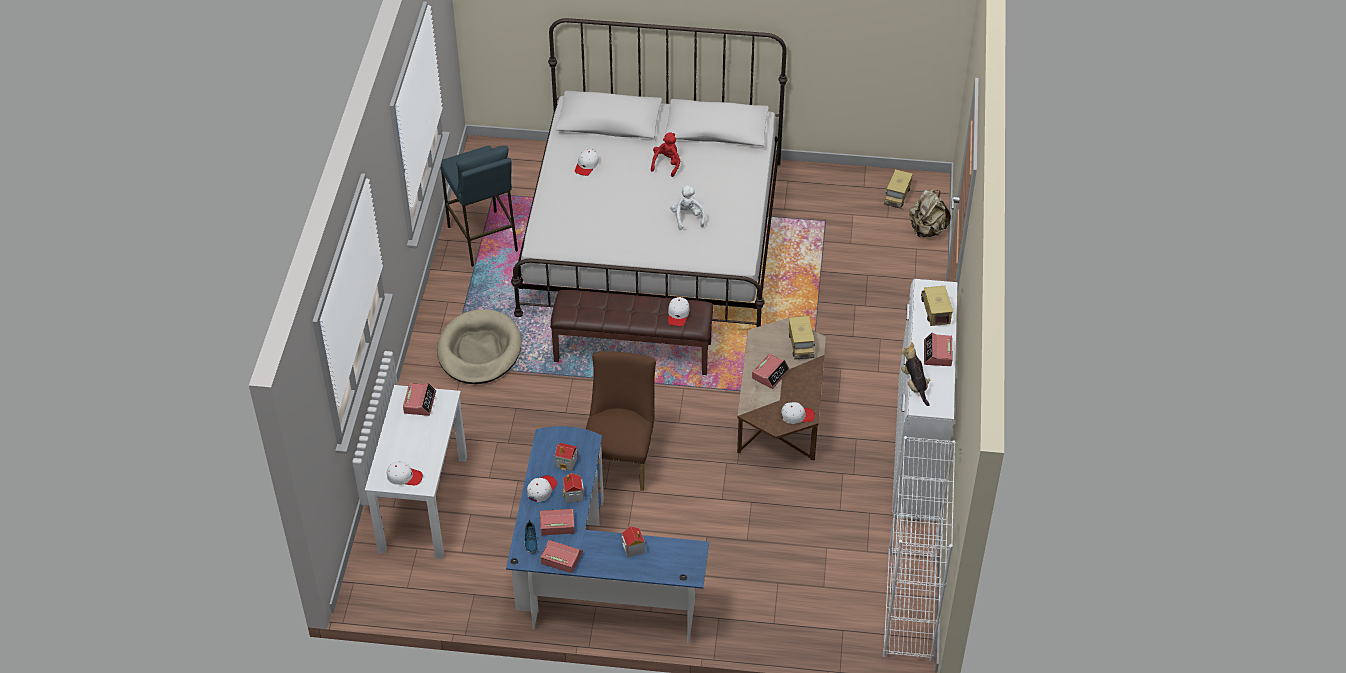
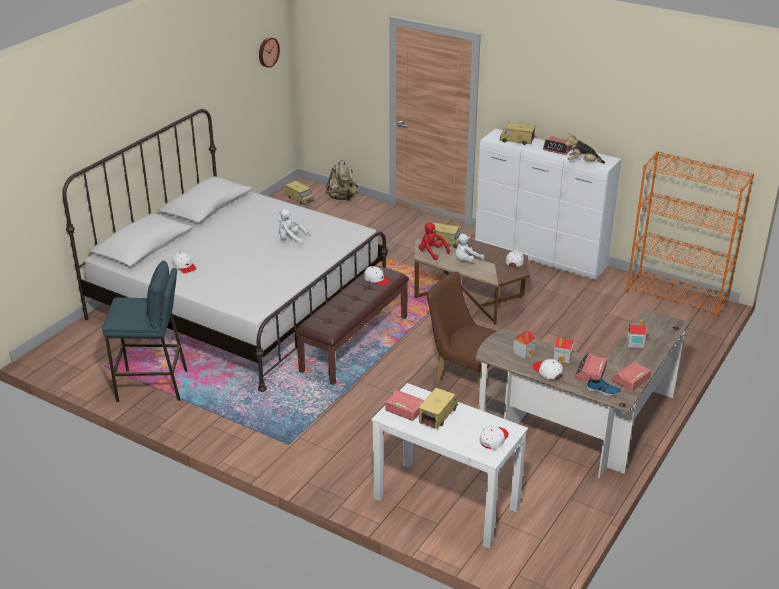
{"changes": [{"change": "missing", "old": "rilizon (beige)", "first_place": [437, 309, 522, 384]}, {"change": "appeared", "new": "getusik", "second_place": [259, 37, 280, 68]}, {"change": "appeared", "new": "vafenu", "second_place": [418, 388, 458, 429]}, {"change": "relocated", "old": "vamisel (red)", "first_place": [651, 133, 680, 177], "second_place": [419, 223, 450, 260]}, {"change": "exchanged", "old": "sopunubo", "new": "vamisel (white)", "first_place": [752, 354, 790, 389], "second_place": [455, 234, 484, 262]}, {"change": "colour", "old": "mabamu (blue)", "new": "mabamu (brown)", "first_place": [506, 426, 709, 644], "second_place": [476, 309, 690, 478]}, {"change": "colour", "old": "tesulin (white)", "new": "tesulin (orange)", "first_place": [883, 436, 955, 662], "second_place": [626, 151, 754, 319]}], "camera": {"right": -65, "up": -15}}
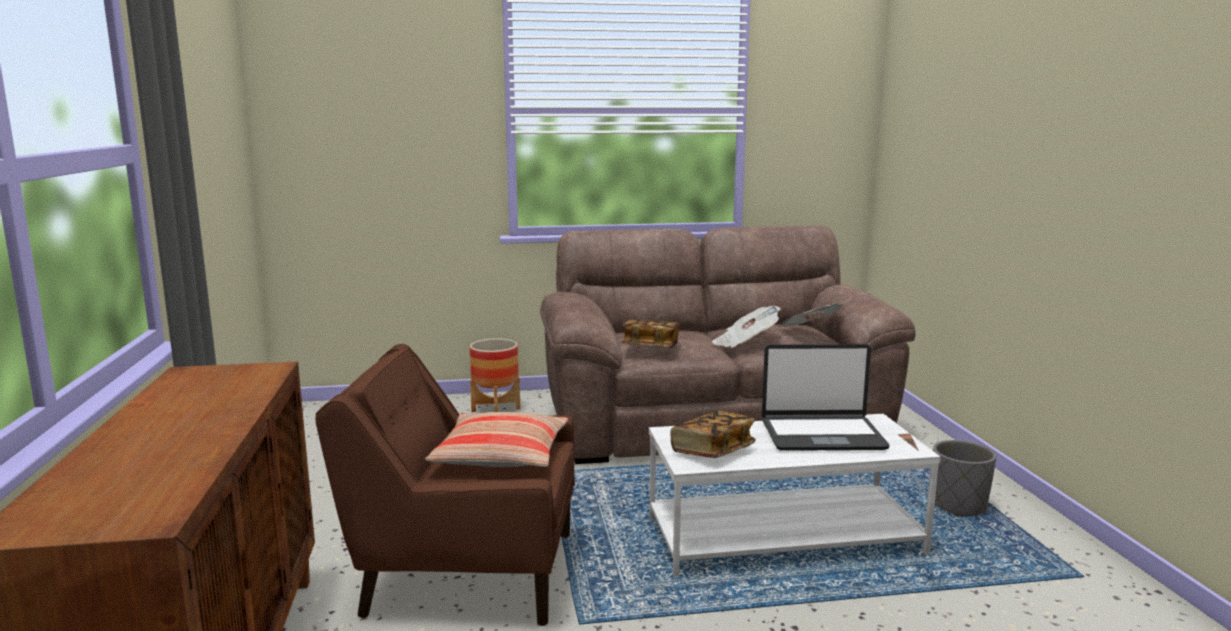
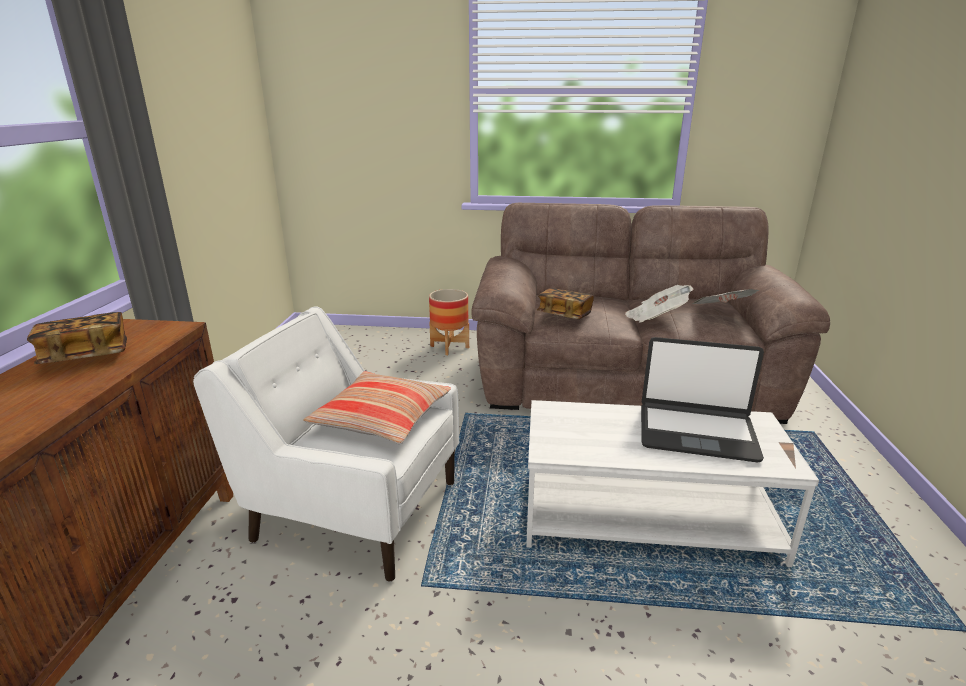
{"changes": [{"change": "missing", "old": "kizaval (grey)", "first_place": [933, 440, 997, 517]}, {"change": "relocated", "old": "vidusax", "first_place": [670, 411, 756, 458], "second_place": [27, 312, 127, 364]}, {"change": "colour", "old": "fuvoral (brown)", "new": "fuvoral (white)", "first_place": [315, 344, 575, 626], "second_place": [193, 306, 459, 582]}], "camera": {"right": 15, "up": 10}}
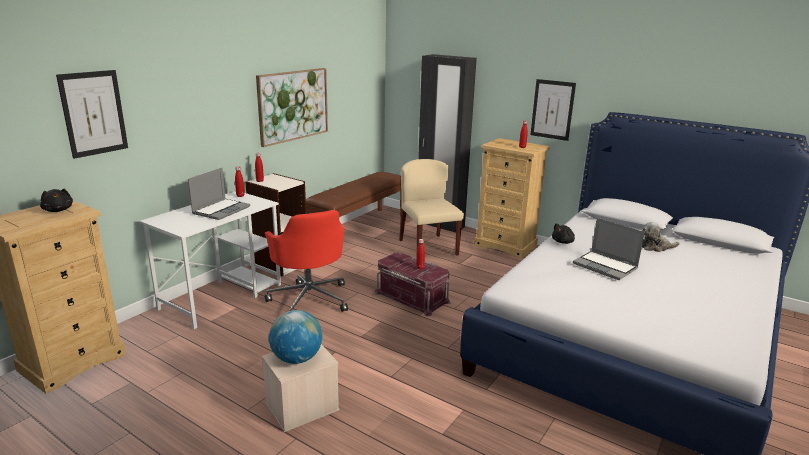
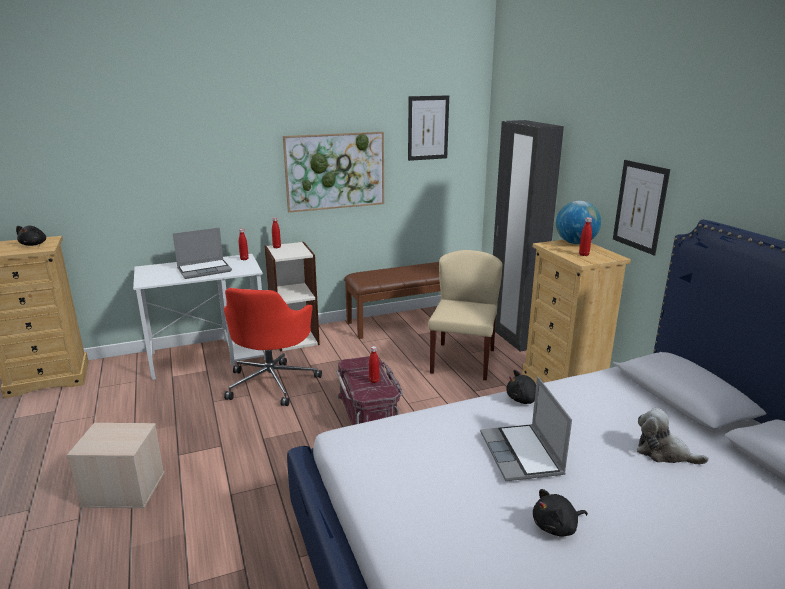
{"changes": [{"change": "appeared", "new": "vamisel (black)", "second_place": [533, 489, 588, 537]}, {"change": "relocated", "old": "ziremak", "first_place": [56, 70, 128, 159], "second_place": [408, 95, 449, 161]}, {"change": "relocated", "old": "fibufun", "first_place": [269, 310, 322, 364], "second_place": [556, 201, 601, 244]}], "camera": {"right": 35, "up": 0}}
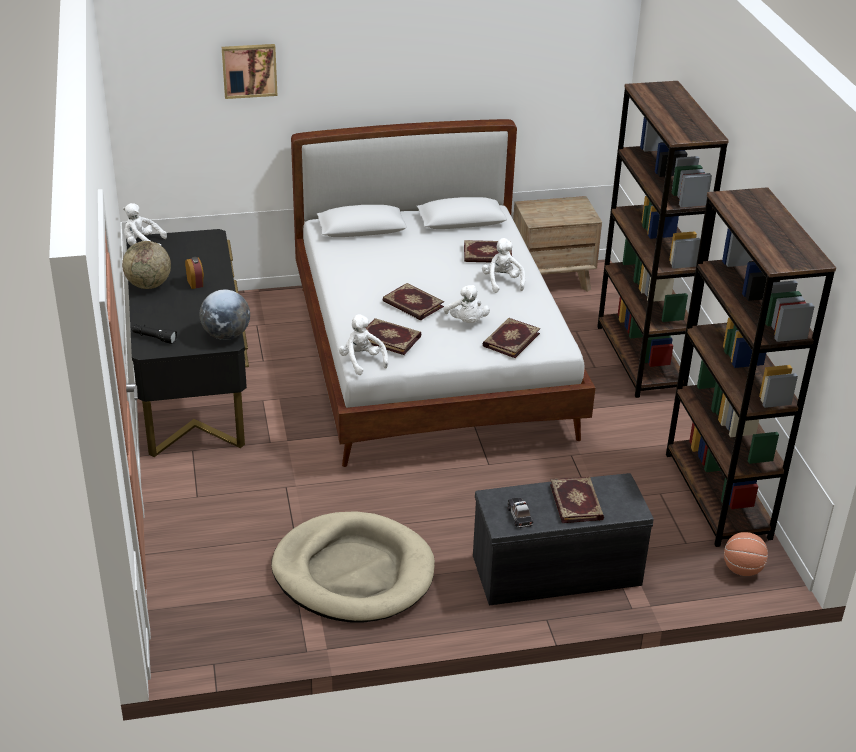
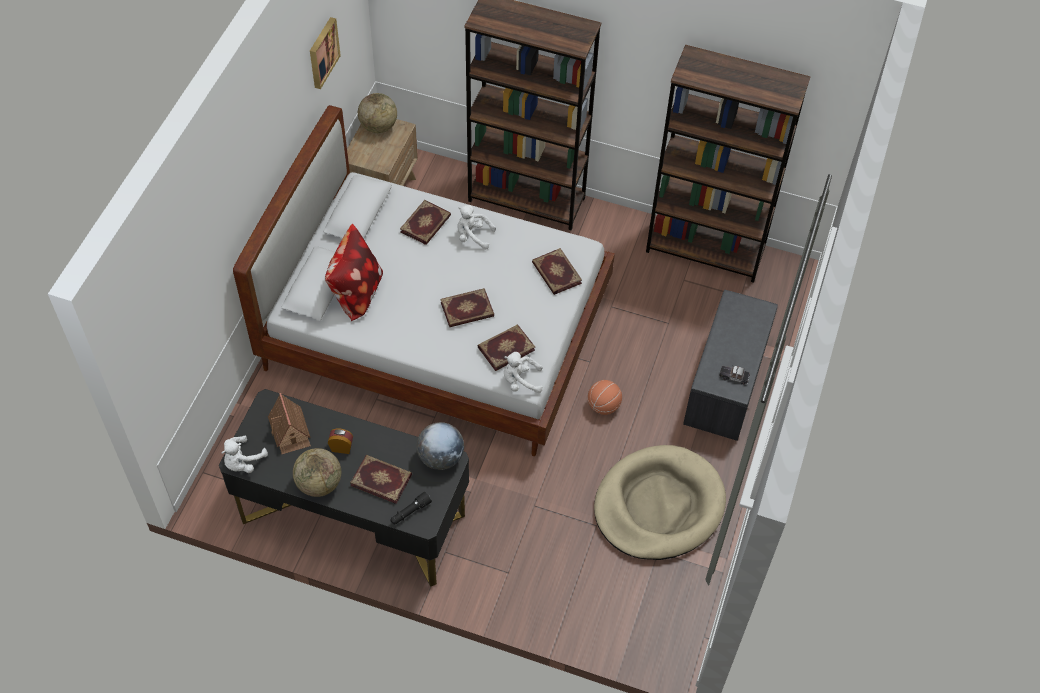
{"changes": [{"change": "missing", "old": "vamisel (white)", "first_place": [444, 285, 490, 323]}, {"change": "appeared", "new": "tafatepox", "second_place": [268, 393, 311, 454]}, {"change": "appeared", "new": "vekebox", "second_place": [325, 224, 383, 321]}, {"change": "appeared", "new": "fibufun", "second_place": [358, 93, 397, 133]}, {"change": "relocated", "old": "ziremak", "first_place": [222, 44, 278, 99], "second_place": [310, 17, 341, 89]}, {"change": "relocated", "old": "vidusax", "first_place": [550, 477, 604, 523], "second_place": [350, 455, 412, 504]}, {"change": "relocated", "old": "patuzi", "first_place": [724, 532, 768, 576], "second_place": [588, 380, 622, 415]}], "camera": {"right": -60, "up": 20}}
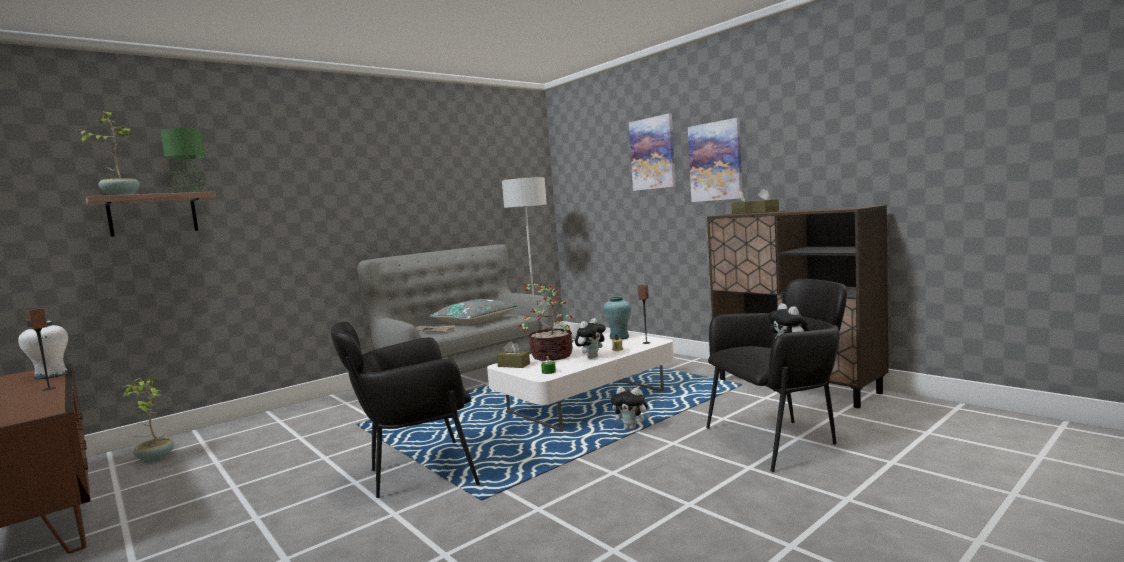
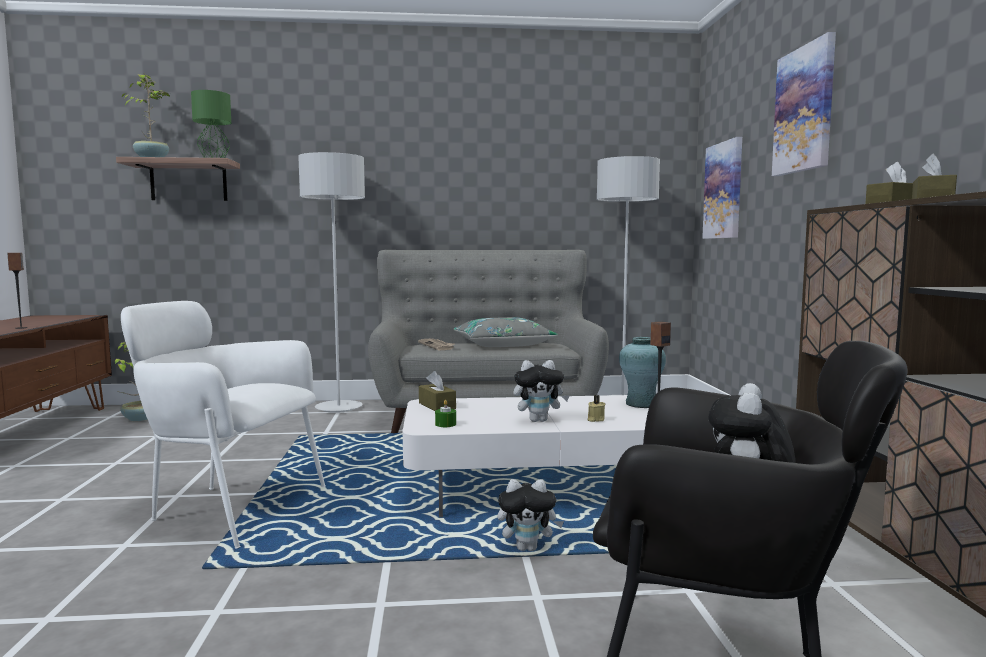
{"changes": [{"change": "missing", "old": "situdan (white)", "first_place": [18, 321, 68, 380]}, {"change": "missing", "old": "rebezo", "first_place": [518, 281, 573, 361]}, {"change": "appeared", "new": "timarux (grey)", "second_place": [298, 152, 365, 413]}, {"change": "relocated", "old": "ziremak", "first_place": [688, 118, 742, 202], "second_place": [702, 137, 742, 239]}, {"change": "colour", "old": "fuvoral (black)", "new": "fuvoral (white)", "first_place": [331, 322, 480, 498], "second_place": [121, 301, 325, 549]}, {"change": "spun", "old": "vamisel", "first_place": [611, 387, 650, 430], "second_place": [498, 479, 564, 551], "degrees": -60}], "camera": {"right": 35, "up": 0}}
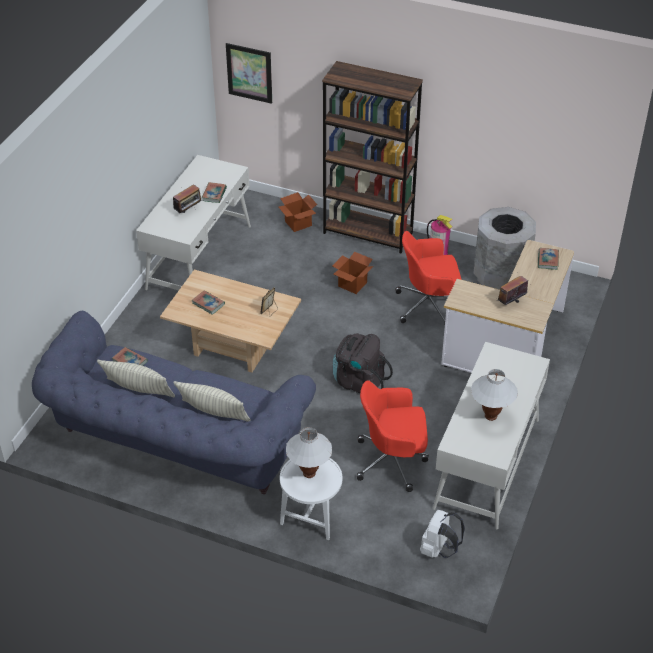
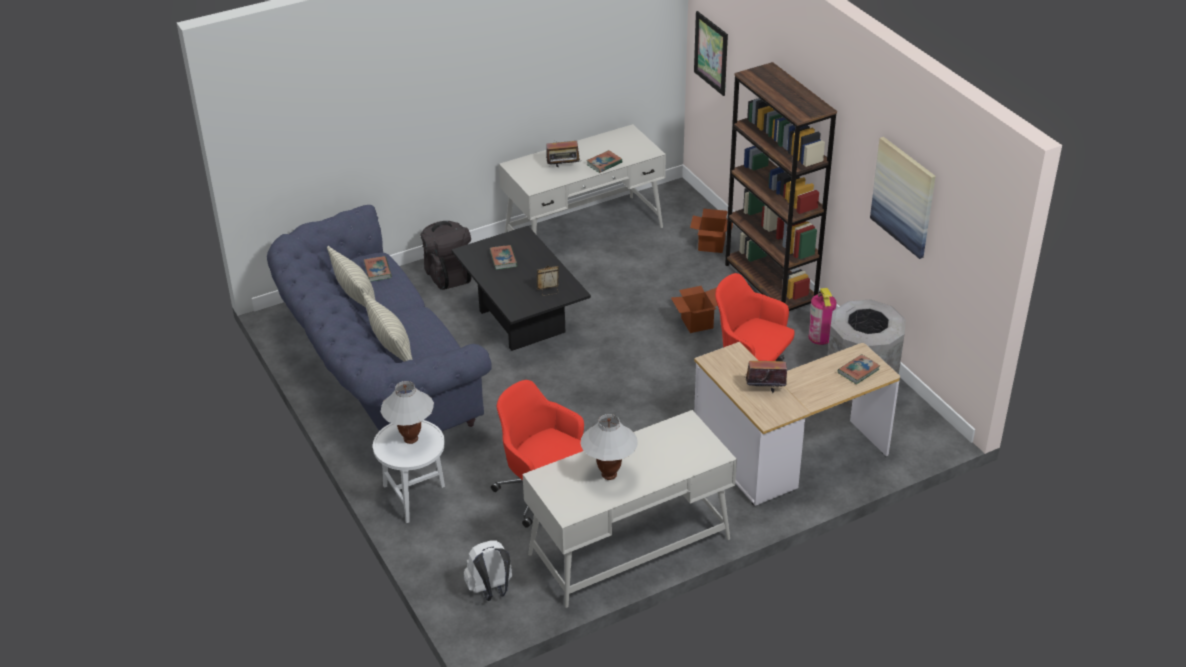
{"changes": [{"change": "appeared", "new": "ziremak", "second_place": [870, 137, 936, 259]}, {"change": "relocated", "old": "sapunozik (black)", "first_place": [333, 333, 393, 393], "second_place": [420, 221, 472, 290]}, {"change": "colour", "old": "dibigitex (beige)", "new": "dibigitex (black)", "first_place": [160, 269, 301, 373], "second_place": [451, 226, 591, 351]}], "camera": {"right": 40, "up": -5}}
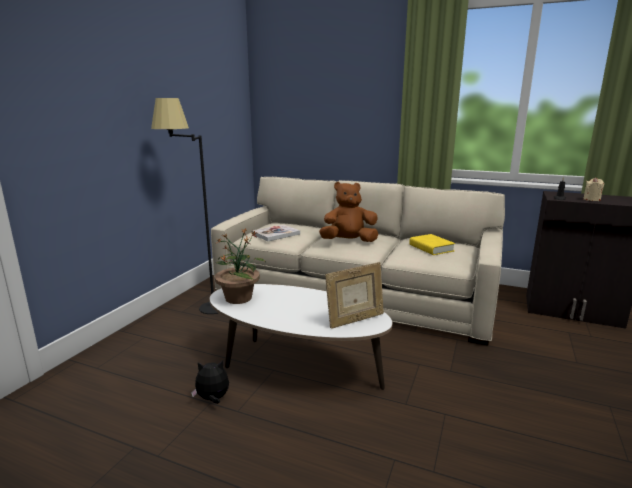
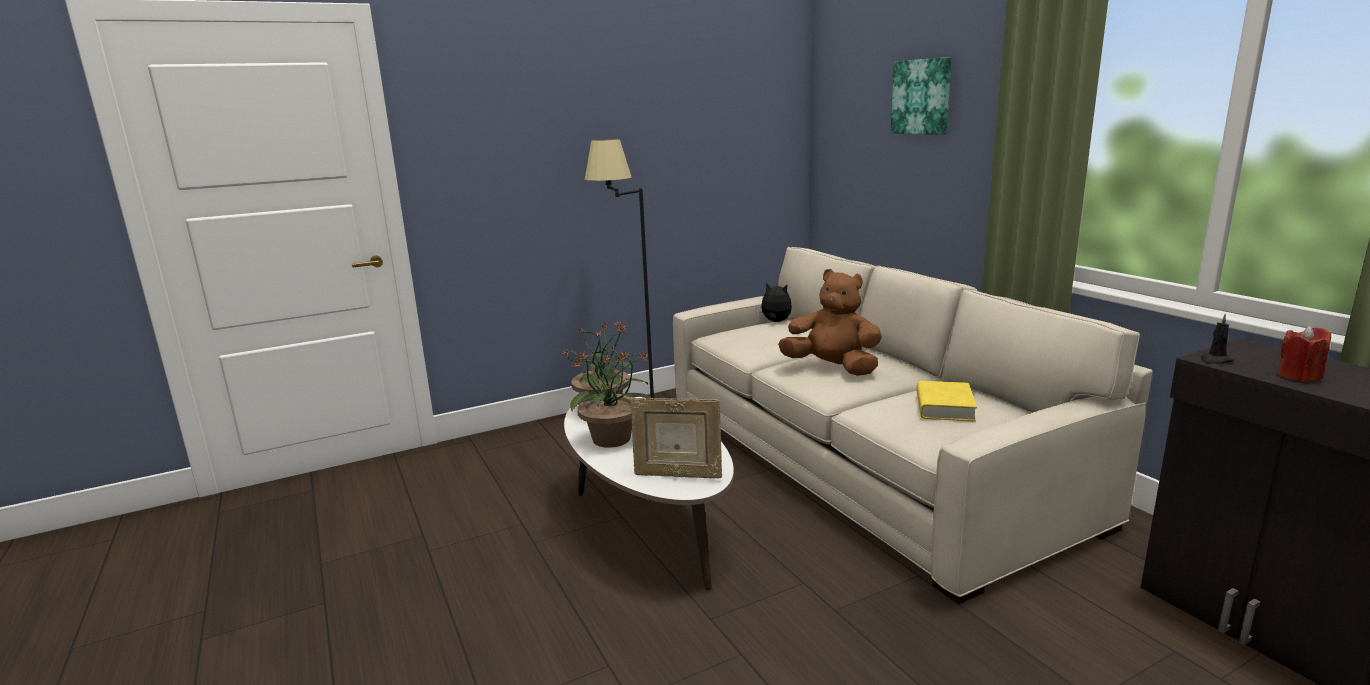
{"changes": [{"change": "missing", "old": "vidusax", "first_place": [252, 224, 300, 241]}, {"change": "appeared", "new": "rebezo", "second_place": [570, 345, 651, 448]}, {"change": "appeared", "new": "ziremak", "second_place": [891, 57, 952, 135]}, {"change": "relocated", "old": "vamisel", "first_place": [191, 361, 229, 404], "second_place": [756, 282, 792, 322]}, {"change": "colour", "old": "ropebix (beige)", "new": "ropebix (red)", "first_place": [583, 177, 604, 201], "second_place": [1278, 325, 1331, 382]}], "camera": {"right": 40, "up": 0}}
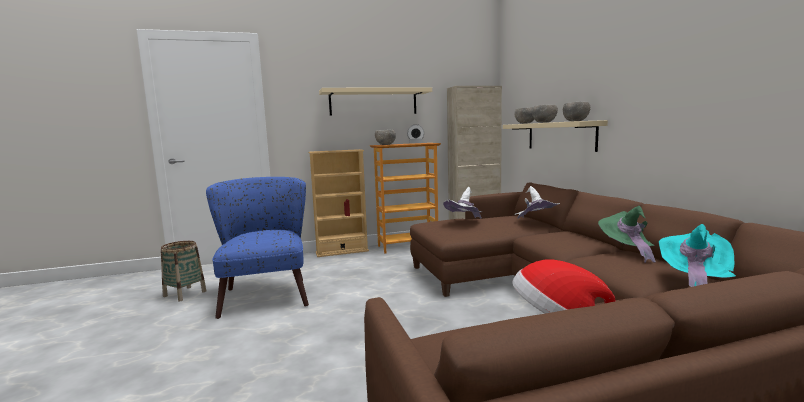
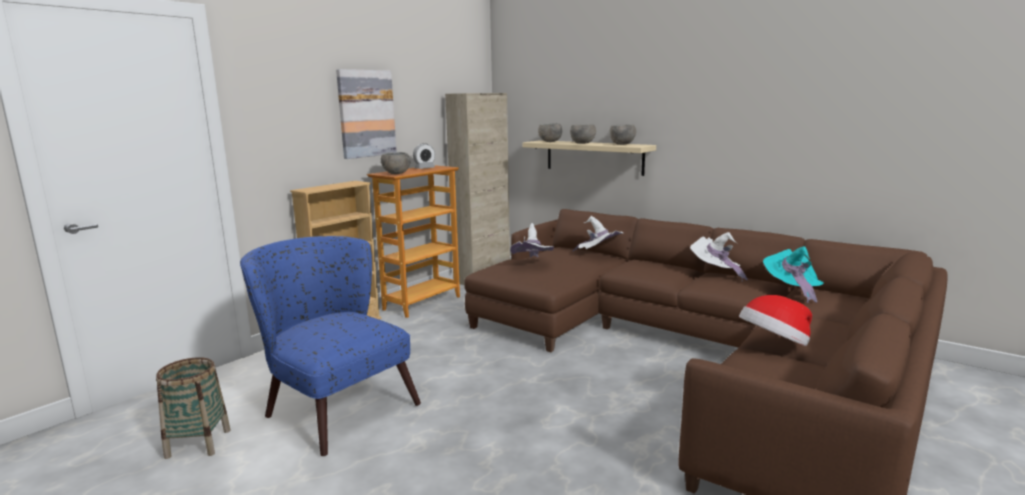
{"changes": [{"change": "exchanged", "old": "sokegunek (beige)", "new": "ziremak", "first_place": [319, 87, 432, 115], "second_place": [336, 69, 397, 159]}, {"change": "colour", "old": "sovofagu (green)", "new": "sovofagu (white)", "first_place": [598, 206, 656, 263], "second_place": [690, 232, 748, 282]}], "camera": {"right": -35, "up": 5}}
